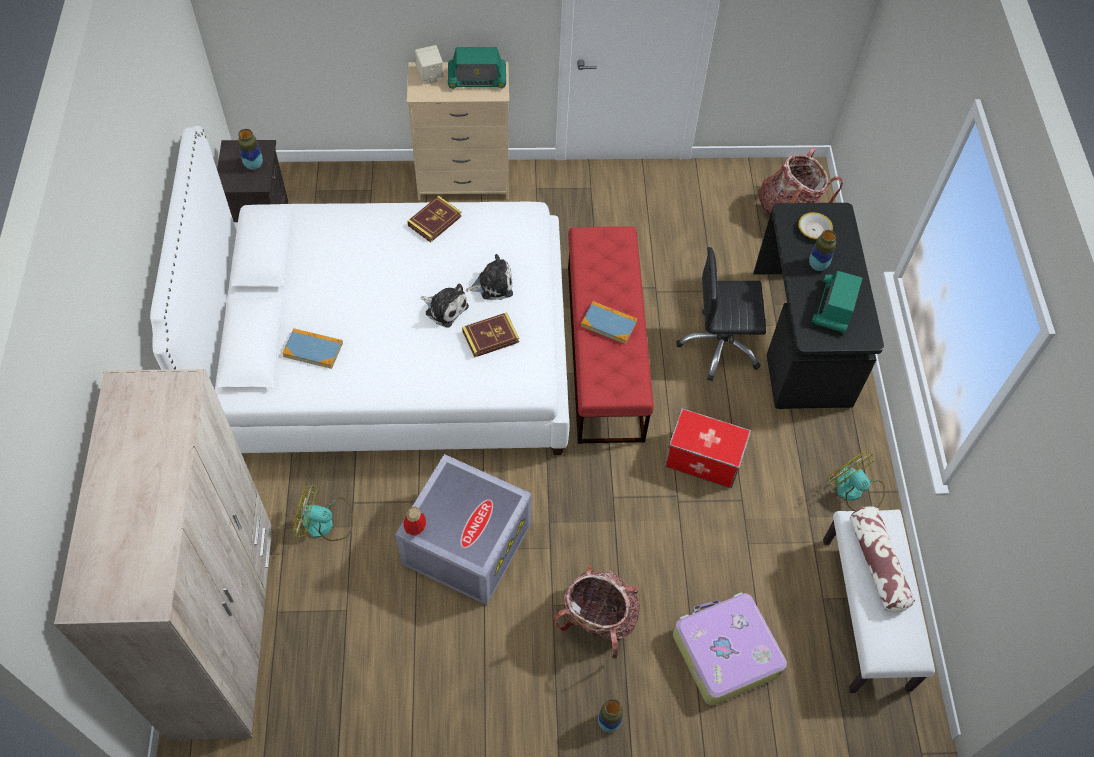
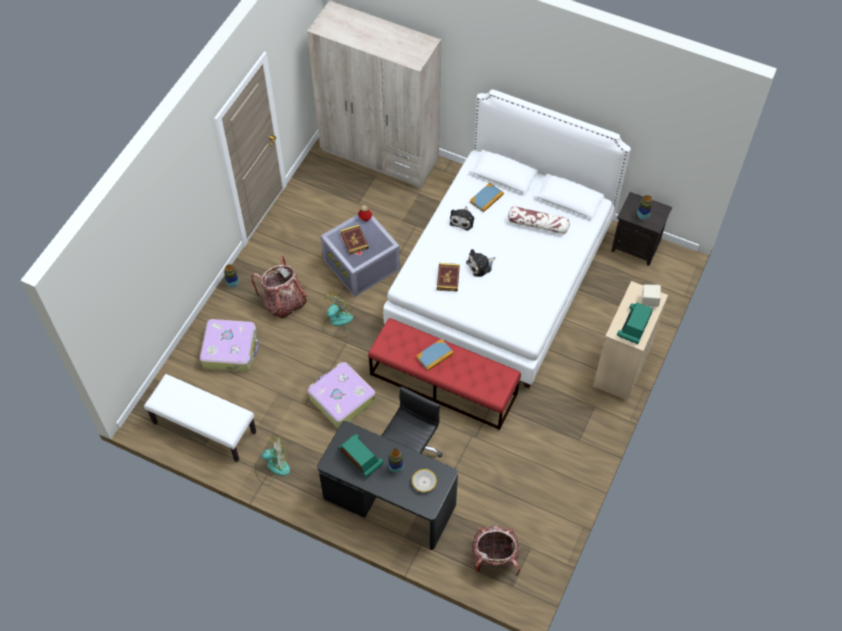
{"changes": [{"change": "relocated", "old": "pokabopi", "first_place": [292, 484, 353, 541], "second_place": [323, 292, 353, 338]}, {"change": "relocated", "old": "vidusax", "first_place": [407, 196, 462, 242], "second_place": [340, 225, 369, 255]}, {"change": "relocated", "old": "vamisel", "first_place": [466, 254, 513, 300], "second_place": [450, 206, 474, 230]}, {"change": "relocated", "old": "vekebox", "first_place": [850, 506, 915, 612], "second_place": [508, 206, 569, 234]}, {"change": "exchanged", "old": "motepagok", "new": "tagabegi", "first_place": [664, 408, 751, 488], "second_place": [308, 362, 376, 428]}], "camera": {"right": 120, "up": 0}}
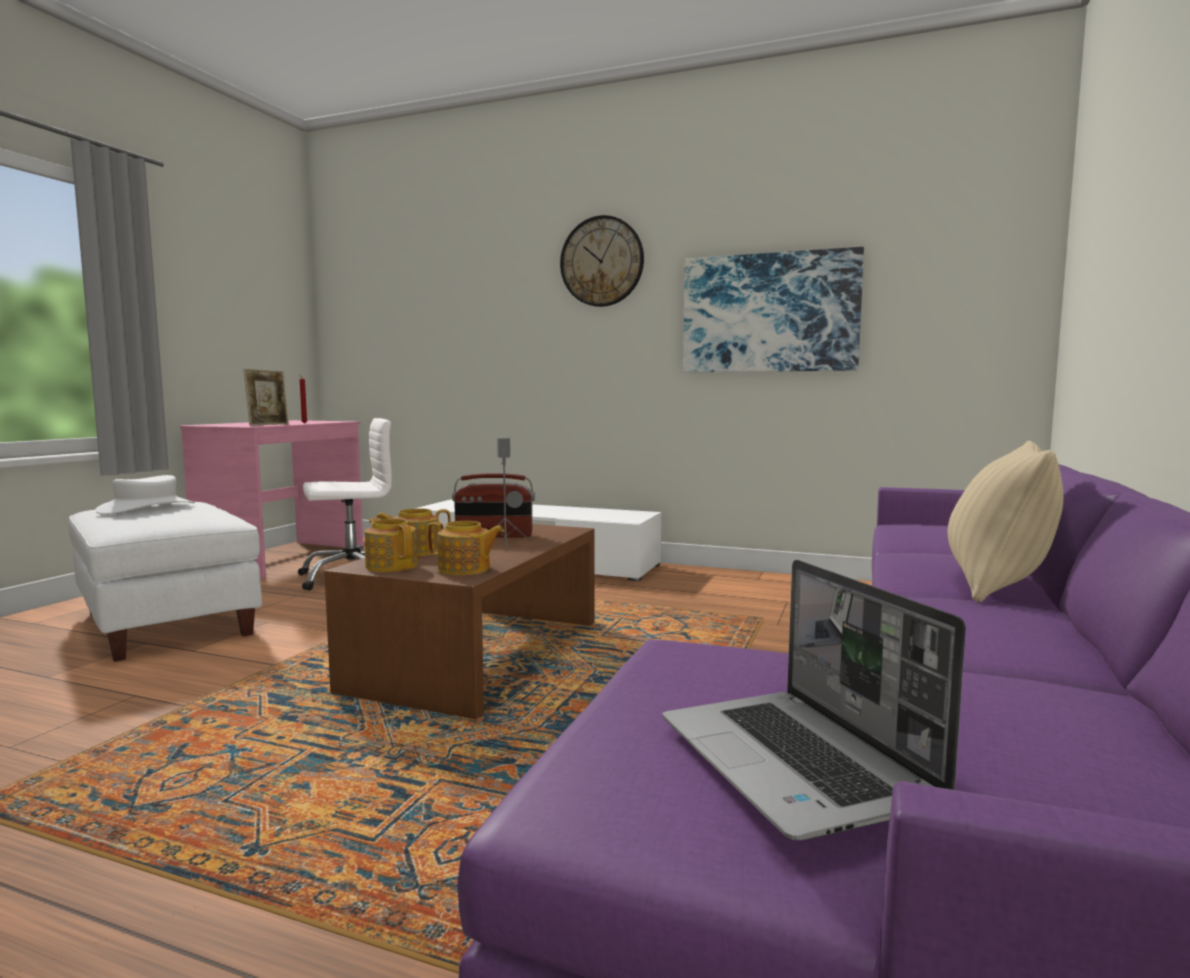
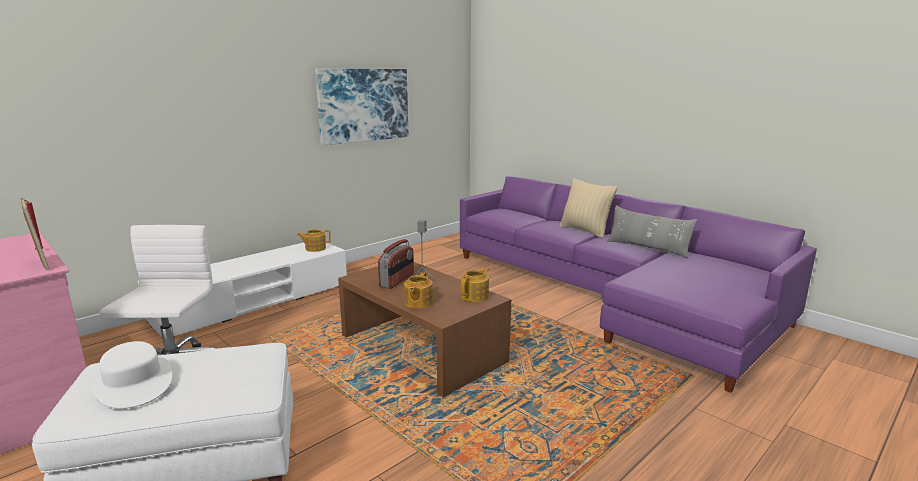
{"changes": [{"change": "missing", "old": "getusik", "first_place": [560, 215, 644, 307]}, {"change": "missing", "old": "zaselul", "first_place": [662, 560, 966, 840]}, {"change": "appeared", "new": "vekebox (grey)", "second_place": [607, 205, 697, 258]}, {"change": "relocated", "old": "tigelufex", "first_place": [365, 518, 417, 572], "second_place": [297, 229, 331, 252]}], "camera": {"right": -65, "up": 10}}
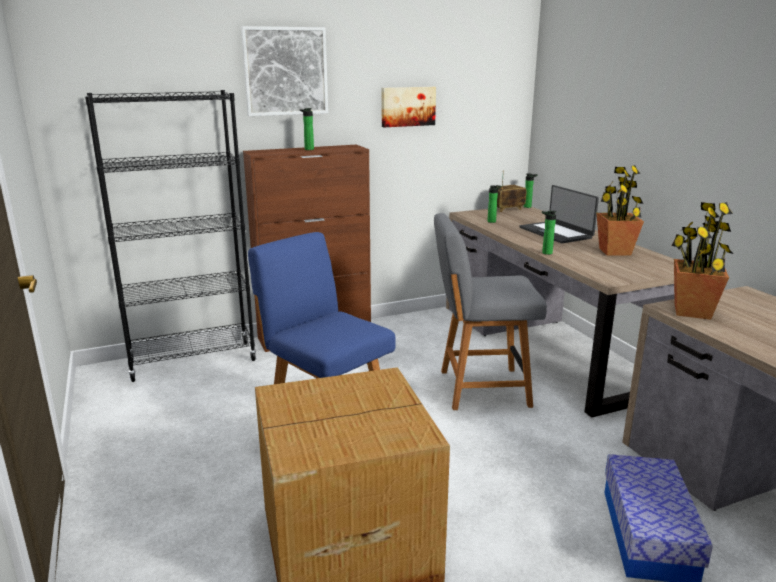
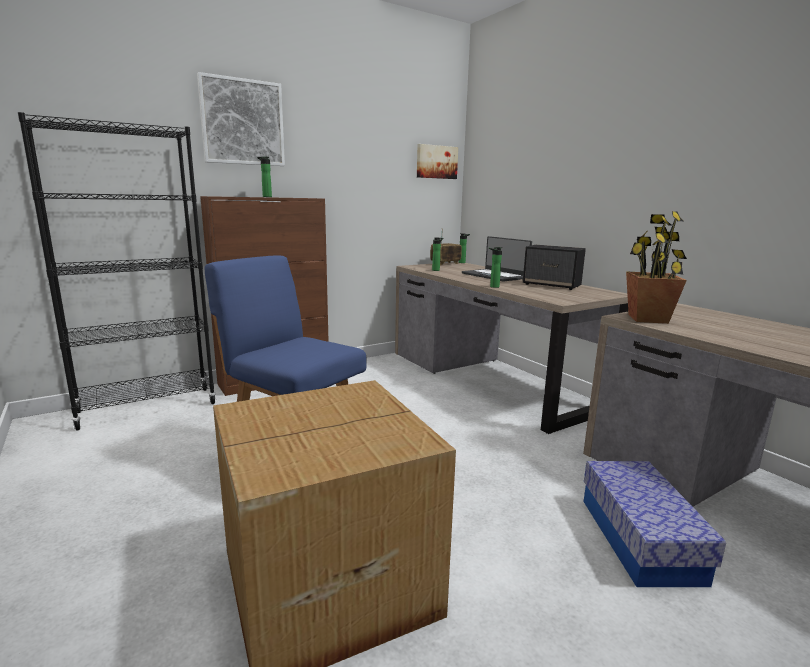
{"changes": [{"change": "missing", "old": "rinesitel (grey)", "first_place": [434, 213, 547, 410]}, {"change": "relocated", "old": "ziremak", "first_place": [382, 87, 436, 127], "second_place": [417, 144, 458, 179]}, {"change": "exchanged", "old": "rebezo", "new": "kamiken", "first_place": [596, 165, 644, 256], "second_place": [523, 245, 586, 290]}], "camera": {"right": -10, "up": -5}}
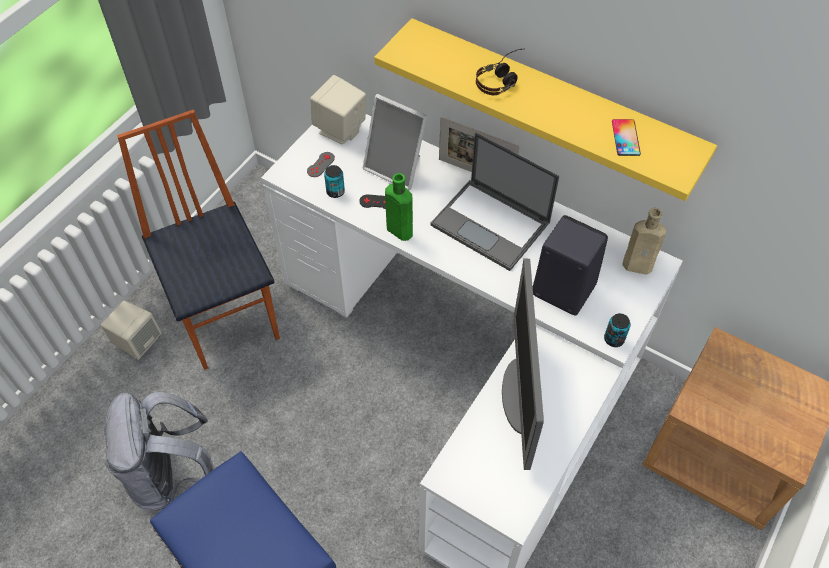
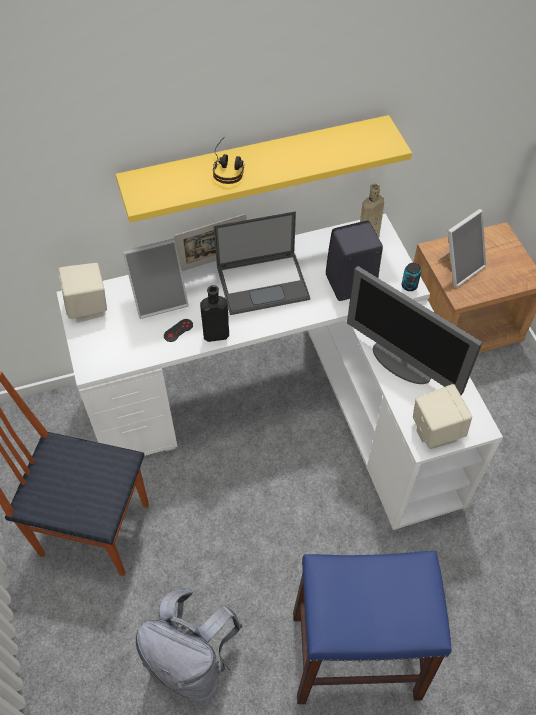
{"changes": [{"change": "missing", "old": "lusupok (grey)", "first_place": [307, 152, 335, 177]}, {"change": "missing", "old": "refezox", "first_place": [324, 165, 345, 198]}, {"change": "missing", "old": "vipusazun", "first_place": [612, 119, 641, 156]}, {"change": "appeared", "new": "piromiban", "second_place": [438, 209, 486, 288]}, {"change": "relocated", "old": "kamiken (beige)", "first_place": [101, 300, 162, 360], "second_place": [413, 384, 472, 449]}, {"change": "colour", "old": "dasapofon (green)", "new": "dasapofon (black)", "first_place": [385, 173, 413, 241], "second_place": [200, 285, 229, 342]}], "camera": {"right": -50, "up": 0}}
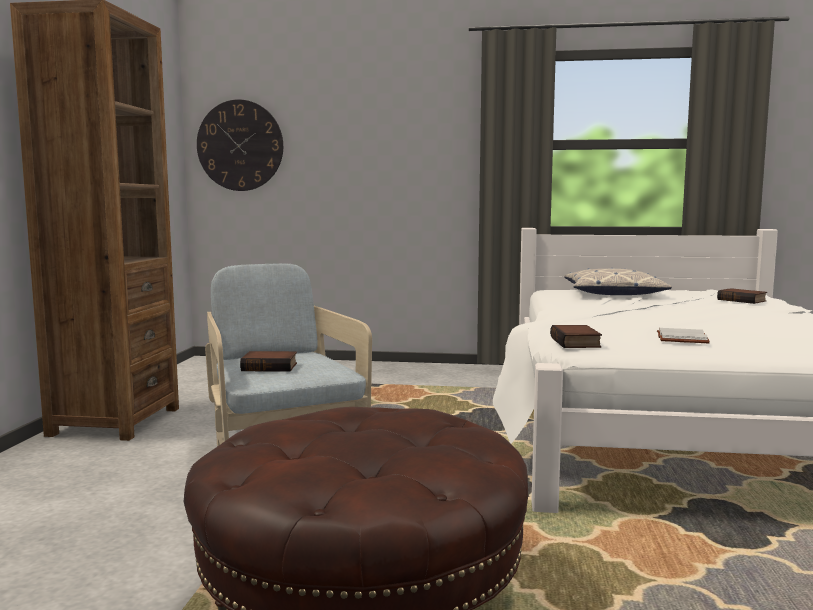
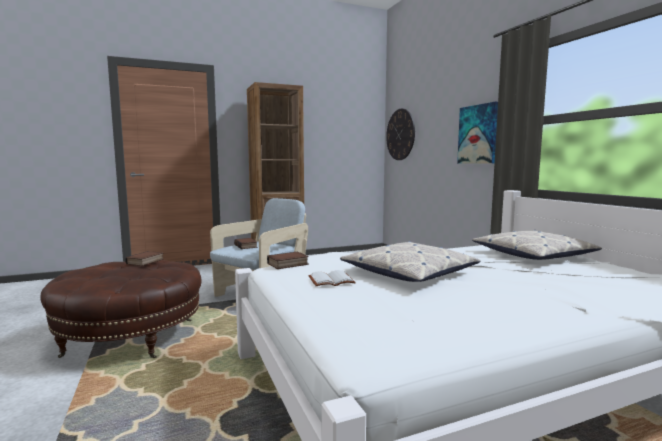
{"changes": [{"change": "appeared", "new": "vekebox", "second_place": [340, 241, 481, 282]}, {"change": "appeared", "new": "ziremak", "second_place": [457, 102, 498, 164]}, {"change": "relocated", "old": "vidusax", "first_place": [717, 288, 767, 304], "second_place": [125, 251, 164, 266]}], "camera": {"right": 60, "up": 0}}
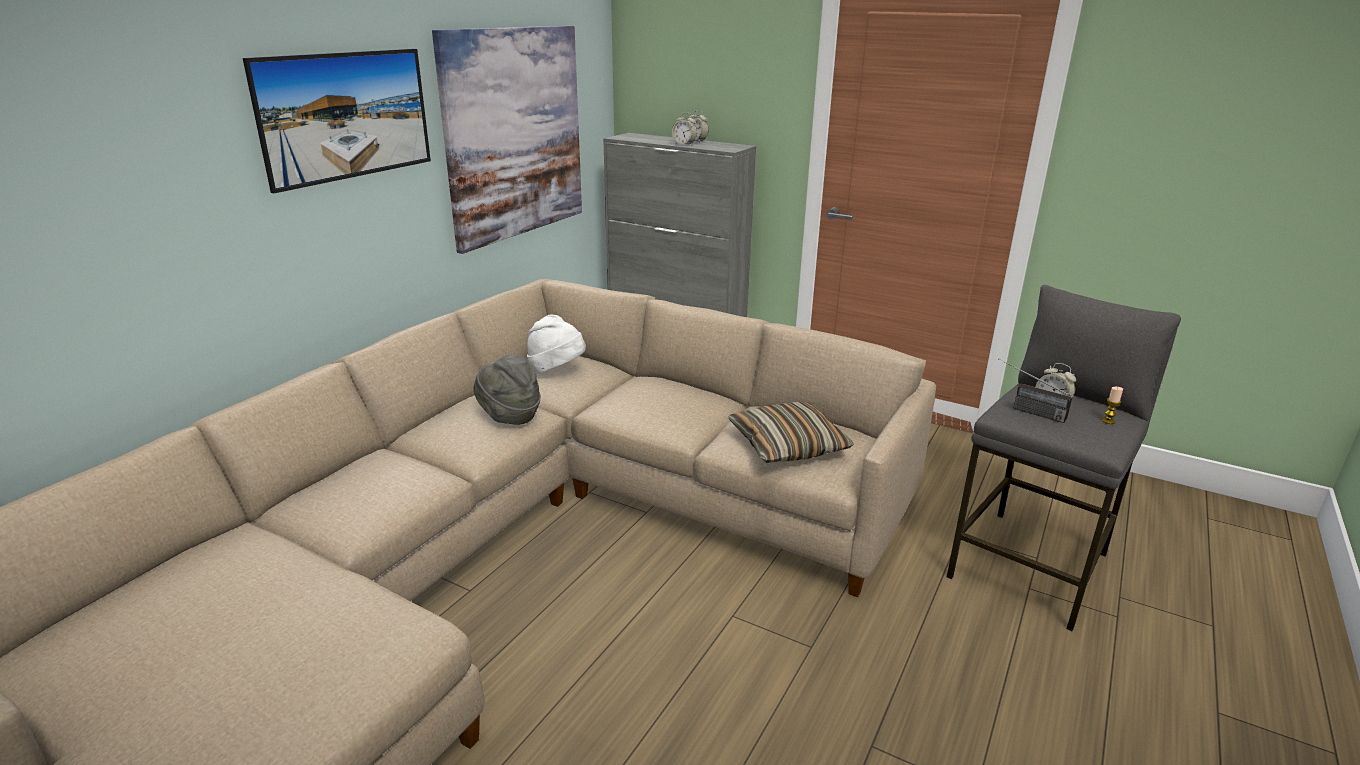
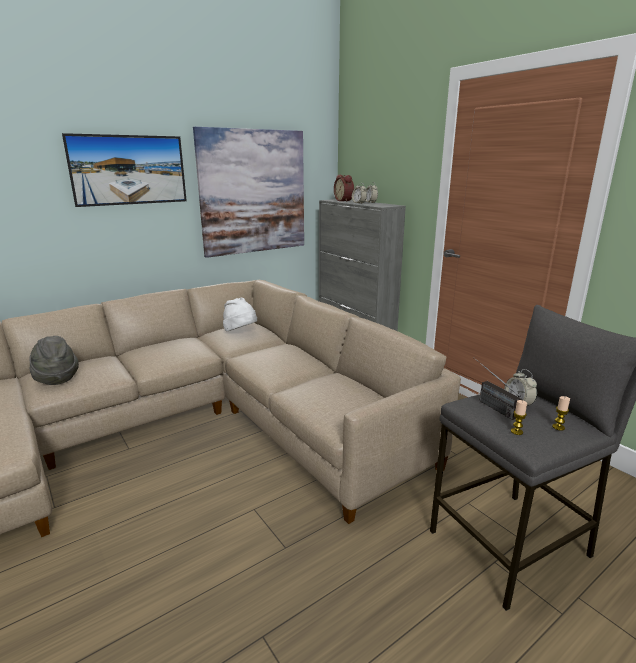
{"changes": [{"change": "missing", "old": "vekebox", "first_place": [728, 402, 854, 463]}, {"change": "appeared", "new": "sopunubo", "second_place": [334, 175, 354, 202]}, {"change": "appeared", "new": "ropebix", "second_place": [511, 400, 527, 435]}, {"change": "relocated", "old": "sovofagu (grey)", "first_place": [474, 355, 541, 425], "second_place": [29, 336, 79, 385]}], "camera": {"right": 25, "up": -5}}
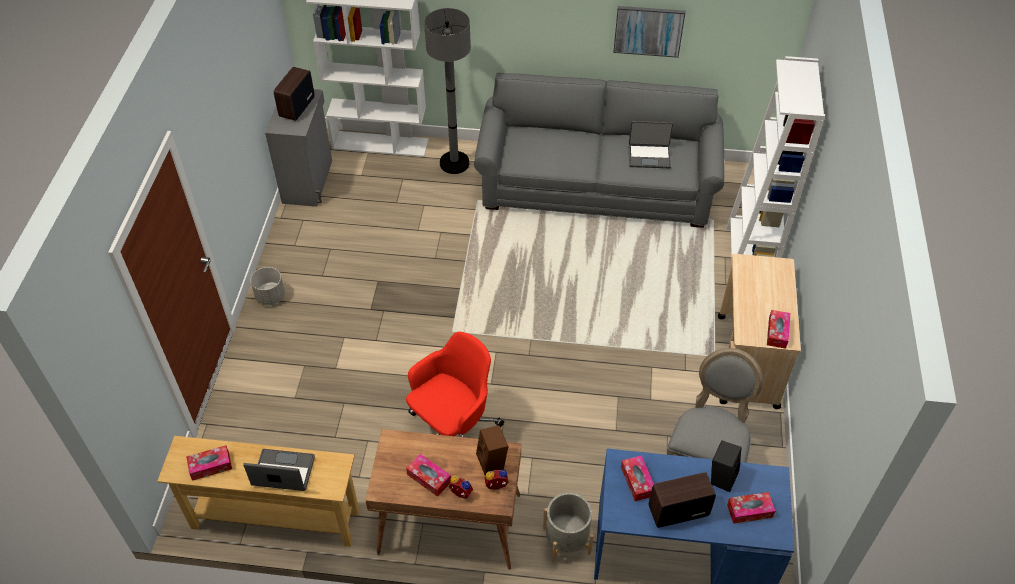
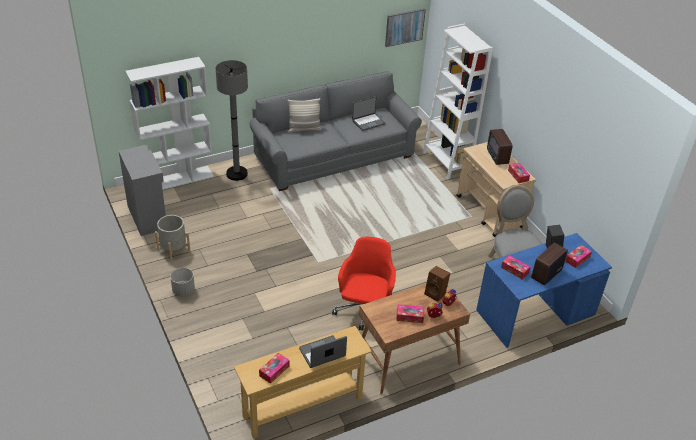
{"changes": [{"change": "appeared", "new": "vekebox", "second_place": [288, 98, 322, 133]}, {"change": "relocated", "old": "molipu", "first_place": [274, 67, 315, 121], "second_place": [487, 129, 513, 165]}, {"change": "relocated", "old": "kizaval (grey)", "first_place": [543, 493, 594, 563], "second_place": [155, 215, 190, 261]}, {"change": "relocated", "old": "ziremak", "first_place": [613, 6, 685, 58], "second_place": [385, 8, 426, 47]}], "camera": {"right": -35, "up": -10}}
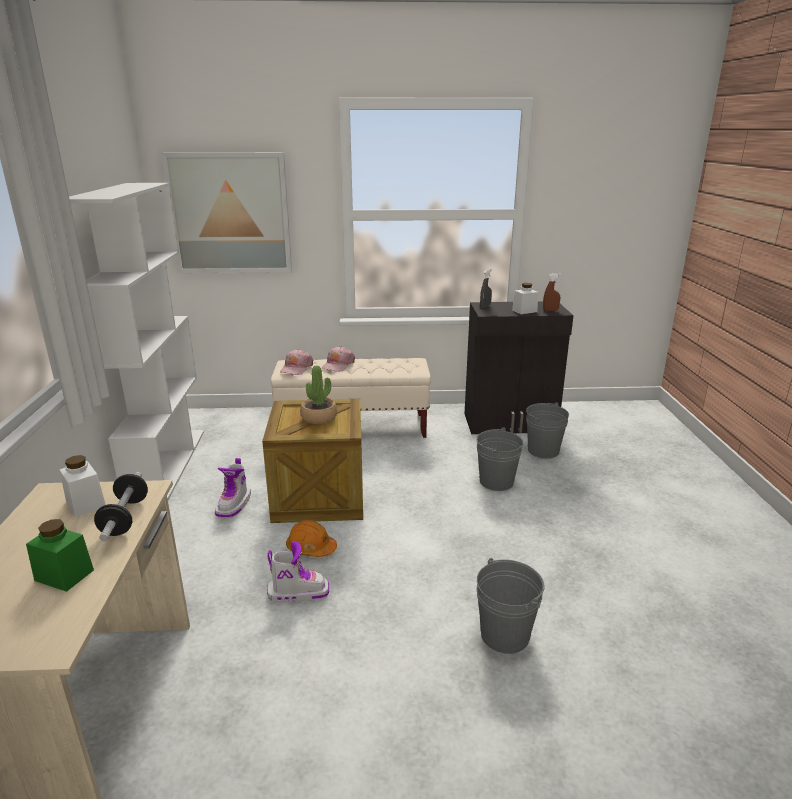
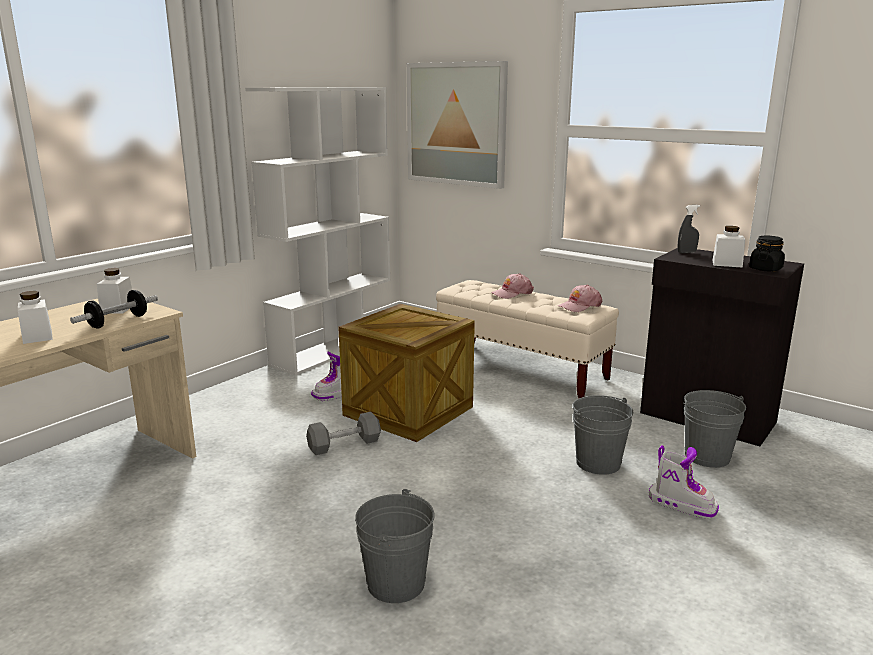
{"changes": [{"change": "missing", "old": "rebezo", "first_place": [300, 365, 337, 424]}, {"change": "relocated", "old": "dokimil", "first_place": [267, 541, 329, 602], "second_place": [649, 445, 719, 519]}, {"change": "relocated", "old": "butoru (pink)", "first_place": [280, 349, 313, 375], "second_place": [558, 285, 602, 312]}, {"change": "exchanged", "old": "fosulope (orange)", "new": "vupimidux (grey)", "first_place": [286, 520, 337, 557], "second_place": [306, 412, 381, 455]}, {"change": "exchanged", "old": "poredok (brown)", "new": "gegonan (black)", "first_place": [543, 273, 561, 311], "second_place": [749, 235, 785, 271]}, {"change": "colour", "old": "gegonan (green)", "new": "gegonan (white)", "first_place": [26, 519, 94, 592], "second_place": [18, 291, 53, 344]}], "camera": {"right": 40, "up": -5}}
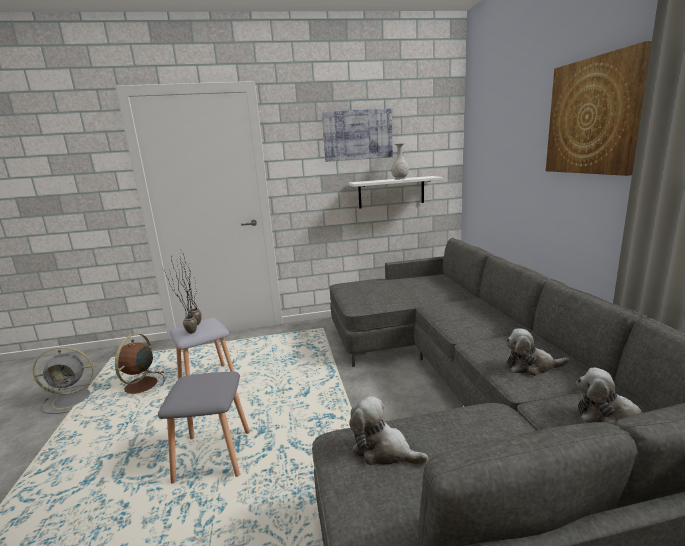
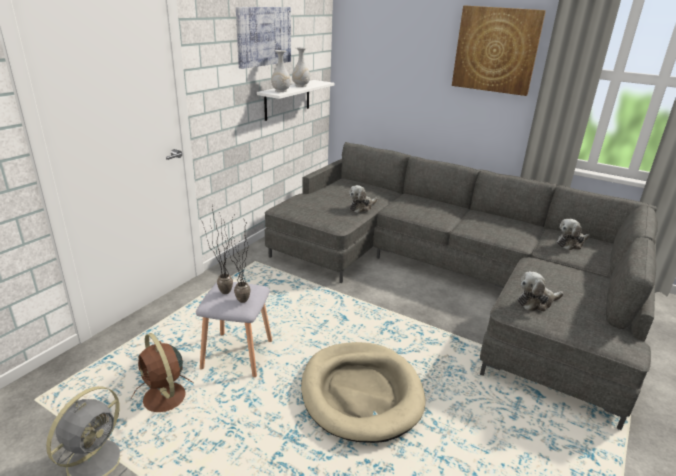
{"changes": [{"change": "appeared", "new": "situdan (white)", "second_place": [271, 50, 291, 92]}, {"change": "relocated", "old": "vamisel", "first_place": [505, 328, 569, 376], "second_place": [349, 185, 378, 213]}, {"change": "exchanged", "old": "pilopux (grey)", "new": "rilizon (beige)", "first_place": [158, 372, 250, 484], "second_place": [301, 342, 425, 443]}], "camera": {"right": -50, "up": 10}}
